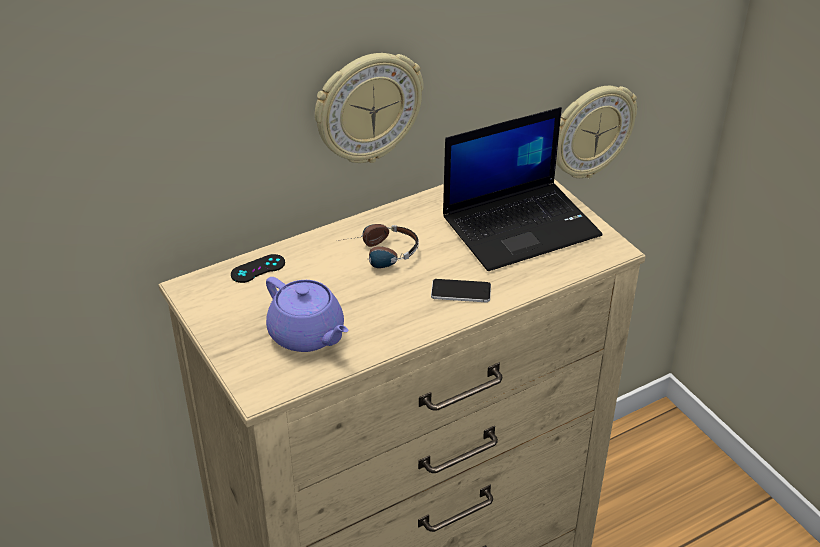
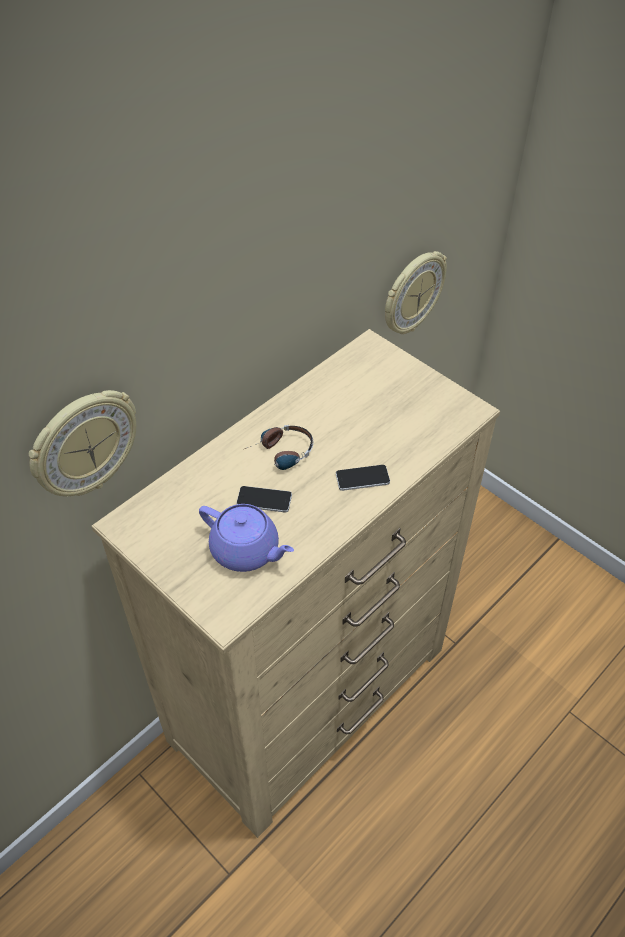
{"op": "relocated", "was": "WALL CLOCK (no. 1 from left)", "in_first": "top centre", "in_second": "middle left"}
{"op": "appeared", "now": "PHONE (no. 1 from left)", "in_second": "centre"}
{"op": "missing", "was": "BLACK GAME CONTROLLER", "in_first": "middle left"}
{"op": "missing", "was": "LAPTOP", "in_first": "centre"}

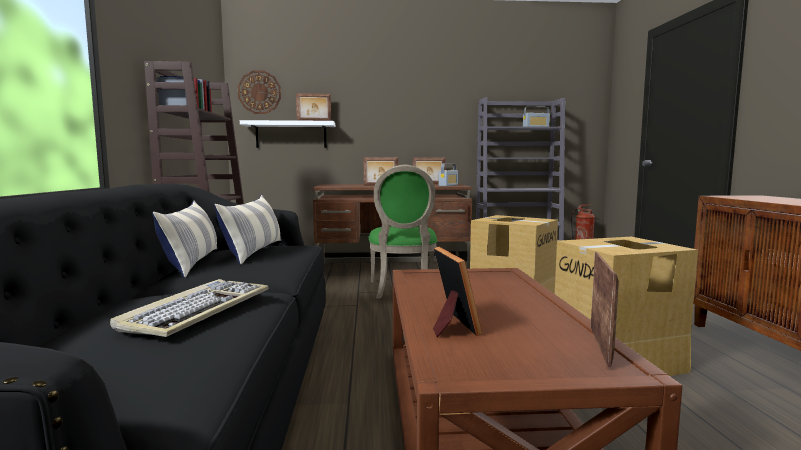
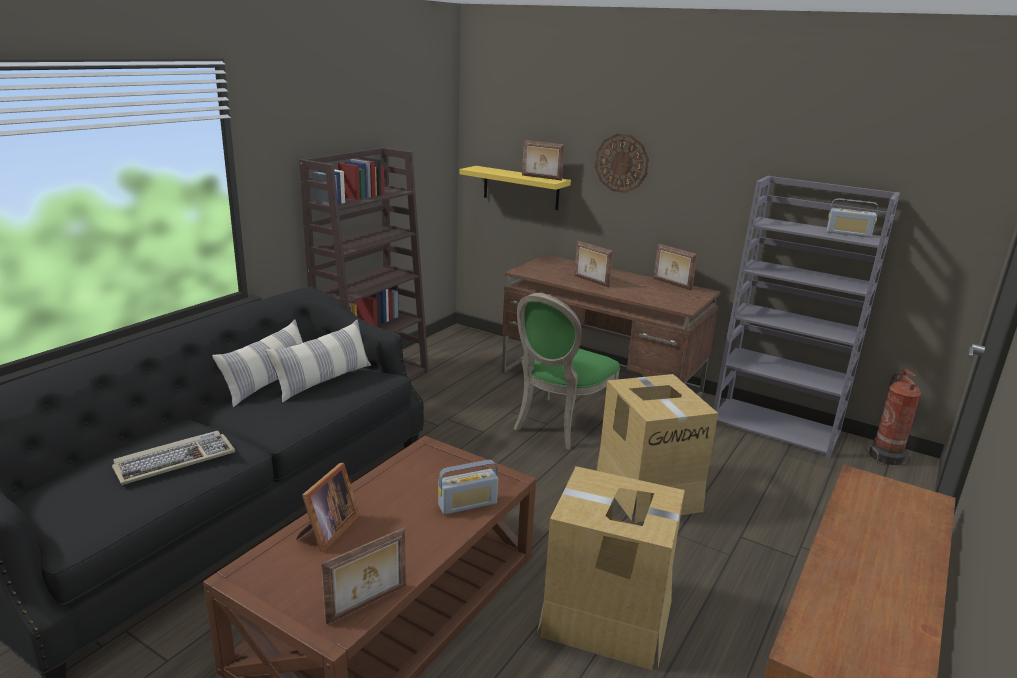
{"op": "relocated", "was": "RADIO (no. 1 from left)", "in_first": "centre", "in_second": "bottom centre"}
{"op": "colour", "was": "WHITE SHELF", "now": "YELLOW SHELF", "in_first": "top centre", "in_second": "top centre"}
{"op": "relocated", "was": "WALL CLOCK", "in_first": "top left", "in_second": "top centre"}

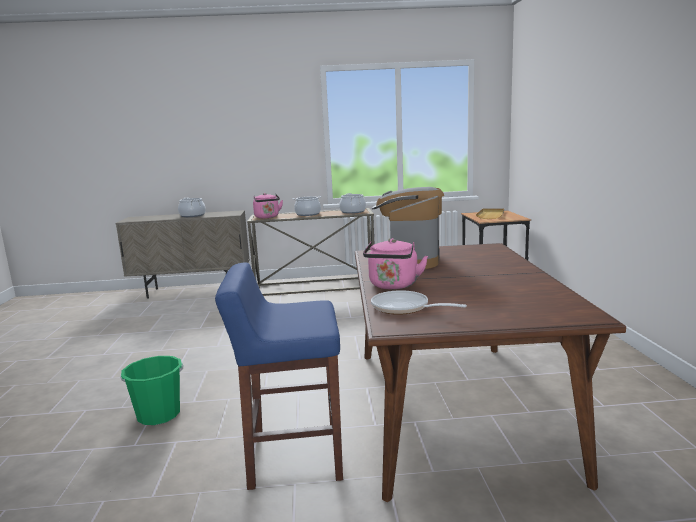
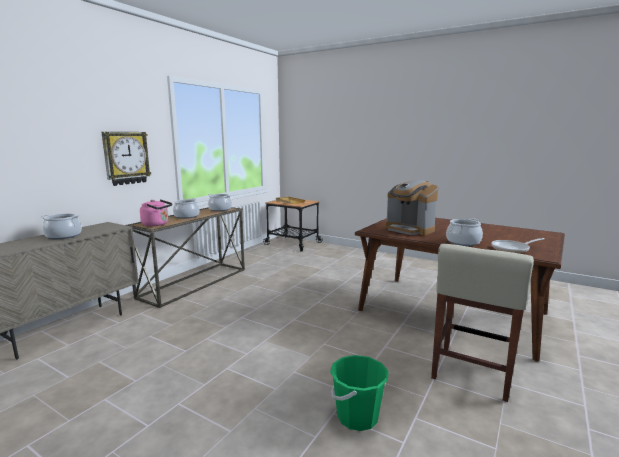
{"op": "appeared", "now": "WALL CLOCK", "in_second": "middle left"}
{"op": "colour", "was": "BLUE STOOL", "now": "BEIGE STOOL", "in_first": "bottom centre", "in_second": "bottom right"}
{"op": "exchanged", "was": "PINK KETTLE (no. 2 from left)", "now": "COOKING POT (no. 4 from left)", "in_first": "centre", "in_second": "middle right"}

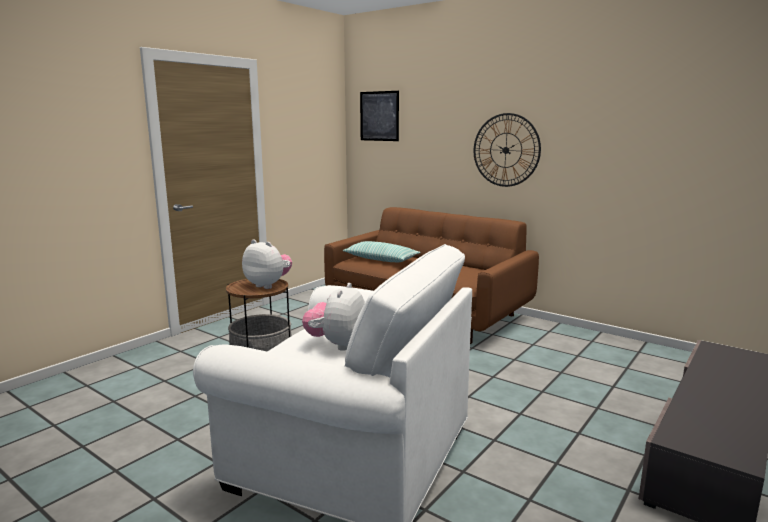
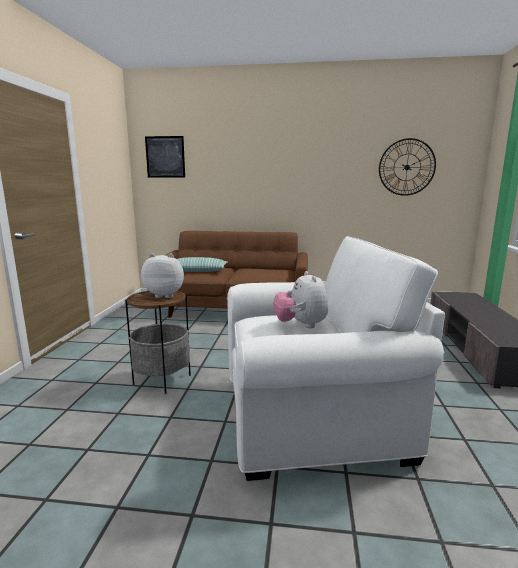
{"op": "relocated", "was": "WALL CLOCK", "in_first": "top centre", "in_second": "top right"}

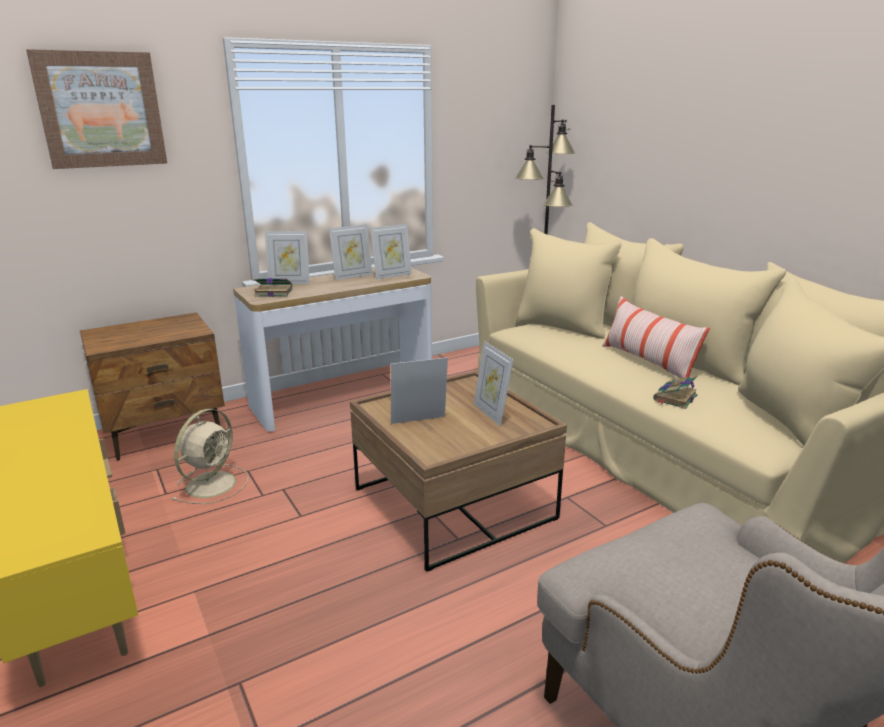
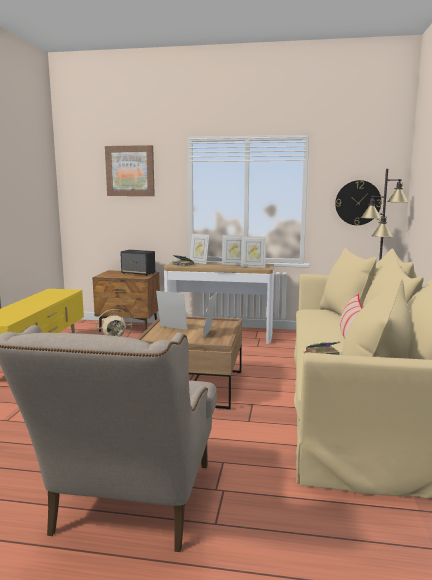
{"op": "appeared", "now": "SPEAKER", "in_second": "middle left"}
{"op": "appeared", "now": "WALL CLOCK", "in_second": "middle right"}

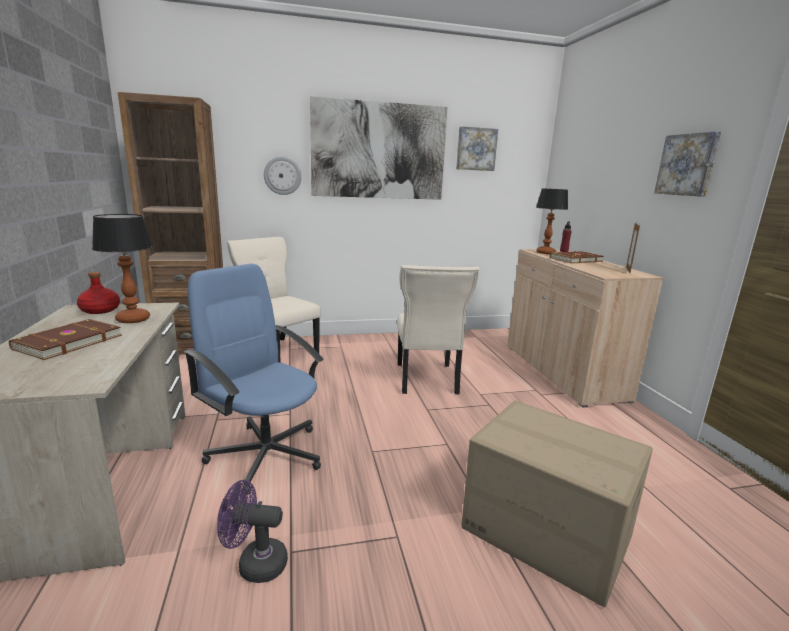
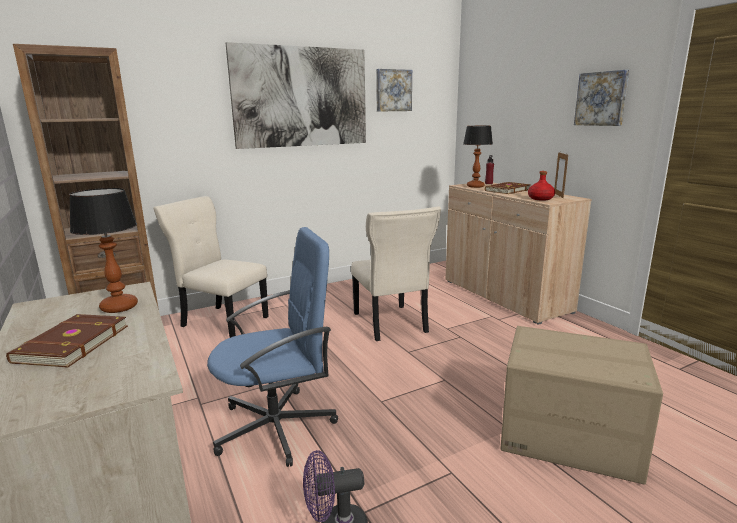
{"op": "spun", "was": "BLUE OFFICE CHAIR", "in_first": "middle left", "in_second": "centre", "clockwise": 135}
{"op": "relocated", "was": "RED BOTTLE (no. 1 from left in the first image)", "now": "RED BOTTLE (no. 2 from left)", "in_first": "middle left", "in_second": "middle right"}
{"op": "missing", "was": "WALL CLOCK", "in_first": "top centre"}

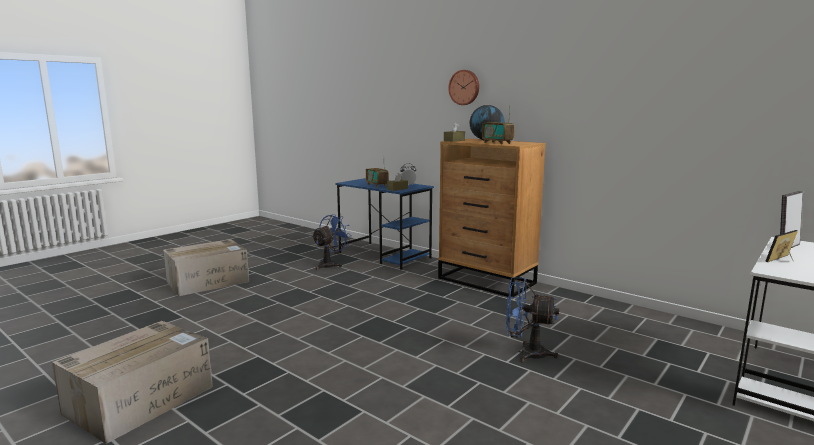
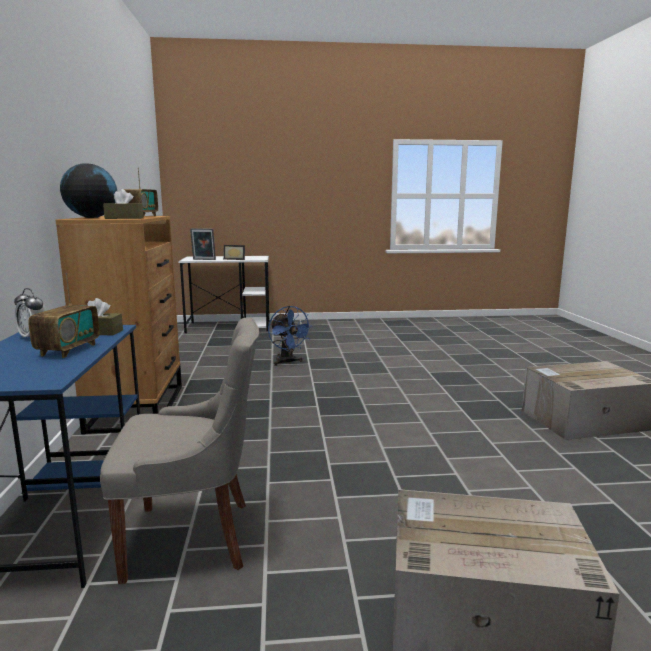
{"op": "exchanged", "was": "BLUE FAN (no. 1 from left)", "now": "GREY CHAIR", "in_first": "centre", "in_second": "bottom left"}
{"op": "missing", "was": "WALL CLOCK", "in_first": "top centre"}

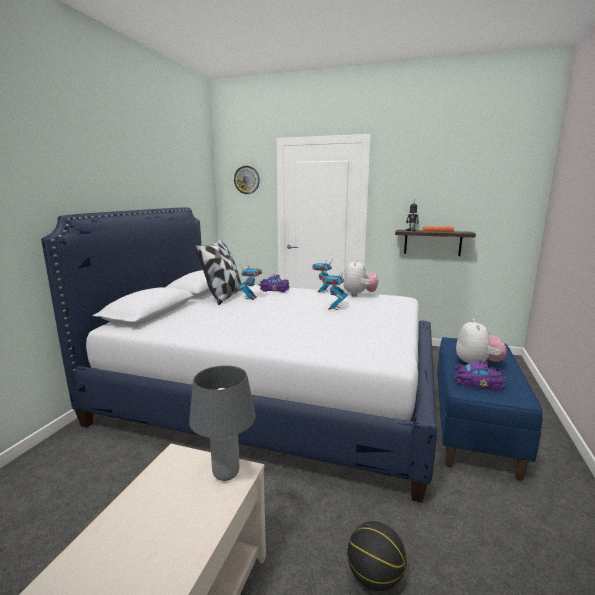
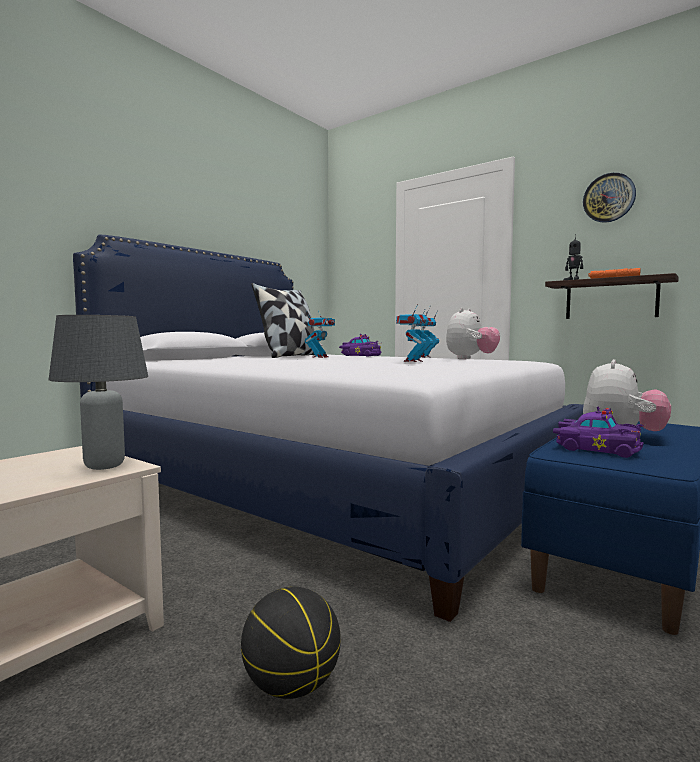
{"op": "relocated", "was": "WALL CLOCK", "in_first": "top centre", "in_second": "top right"}

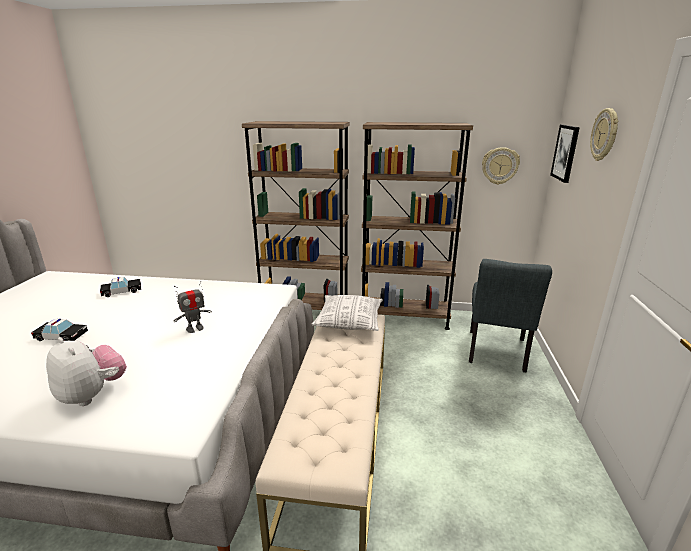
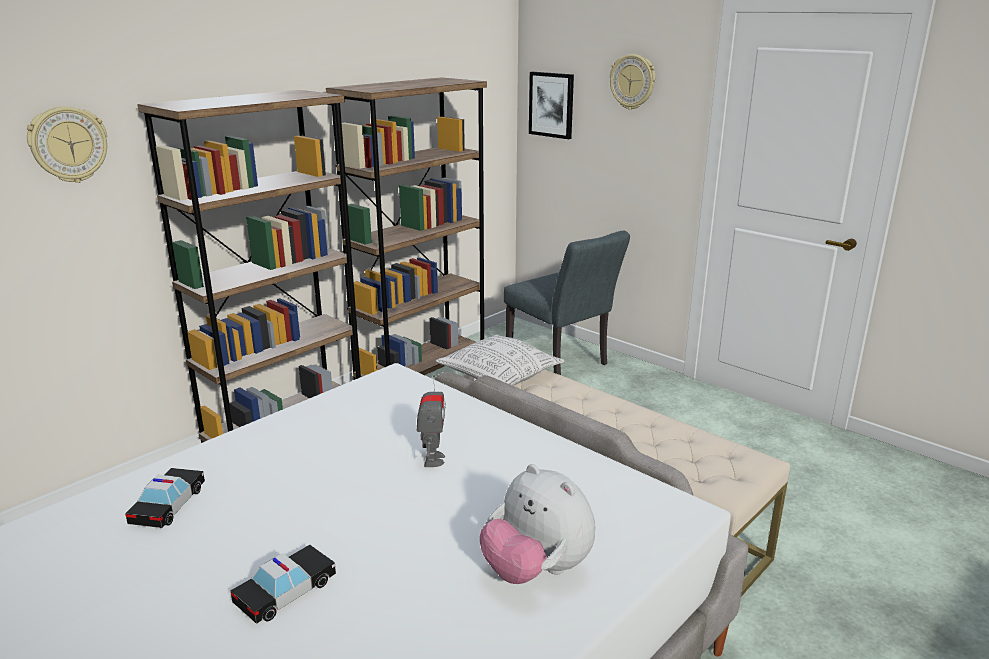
{"op": "relocated", "was": "WALL CLOCK (no. 1 from left)", "in_first": "top right", "in_second": "top left"}
{"op": "spun", "was": "PLUSH TOY", "in_first": "bottom left", "in_second": "bottom centre", "clockwise": -120}

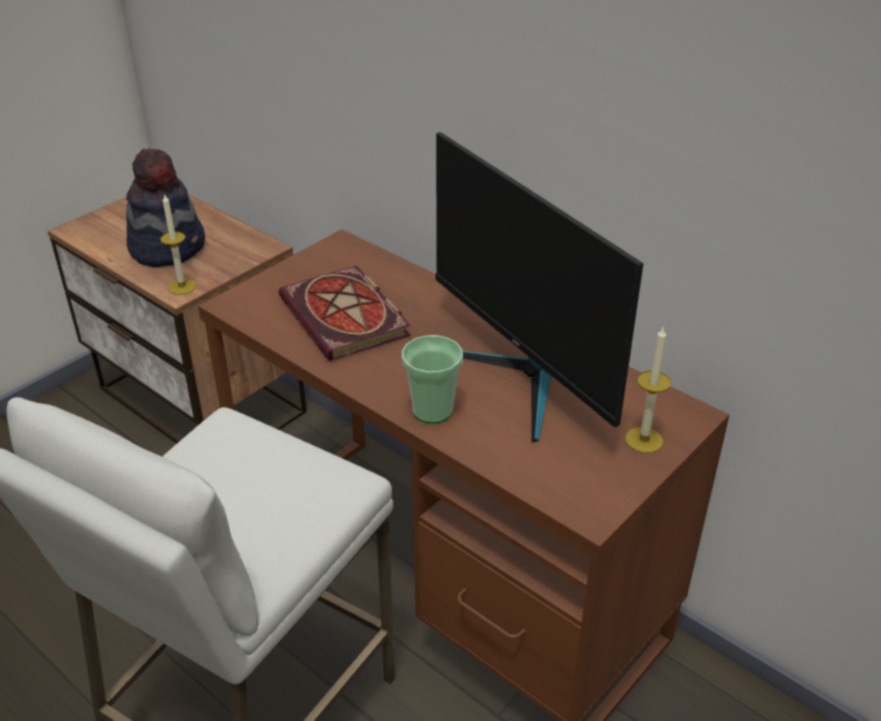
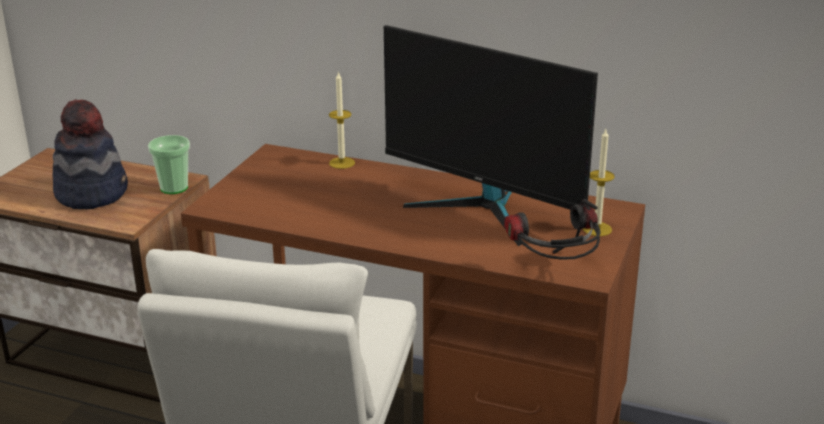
{"op": "relocated", "was": "CUP", "in_first": "centre", "in_second": "middle left"}
{"op": "relocated", "was": "CANDLE (no. 1 from left)", "in_first": "middle left", "in_second": "top centre"}
{"op": "appeared", "now": "HEADPHONES", "in_second": "middle right"}
{"op": "missing", "was": "BOOK", "in_first": "centre"}

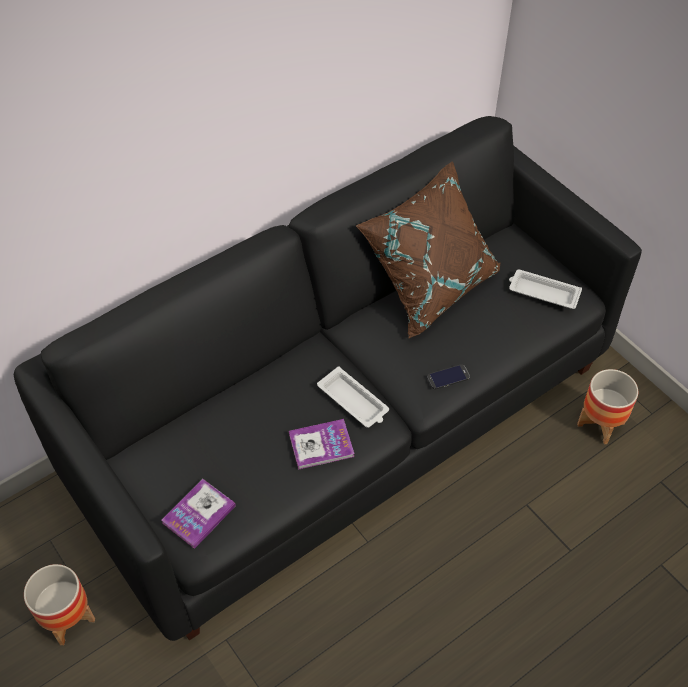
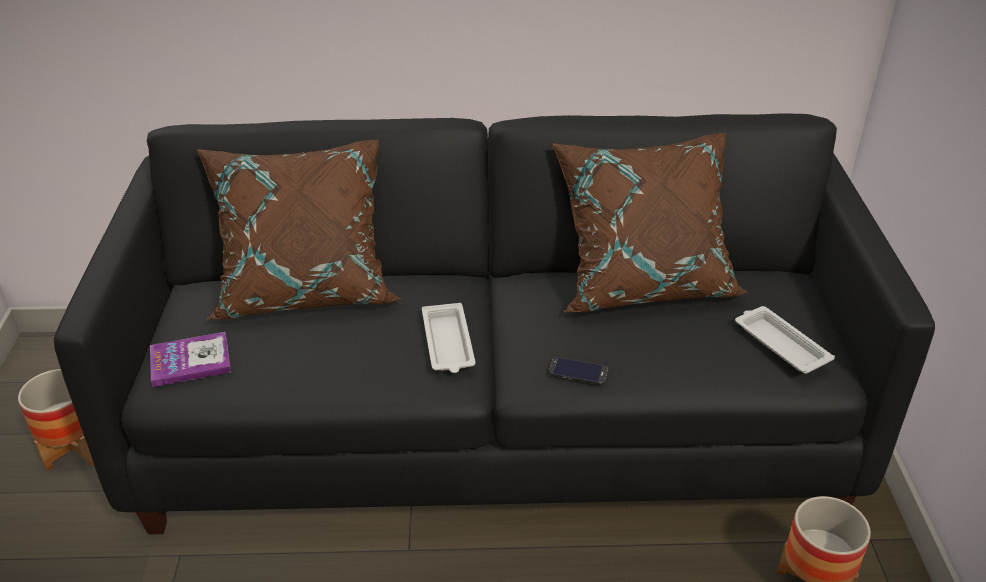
{"op": "appeared", "now": "BROWN PILLOW (no. 1 from left)", "in_second": "middle left"}
{"op": "missing", "was": "BOOK (no. 2 from left)", "in_first": "centre"}

